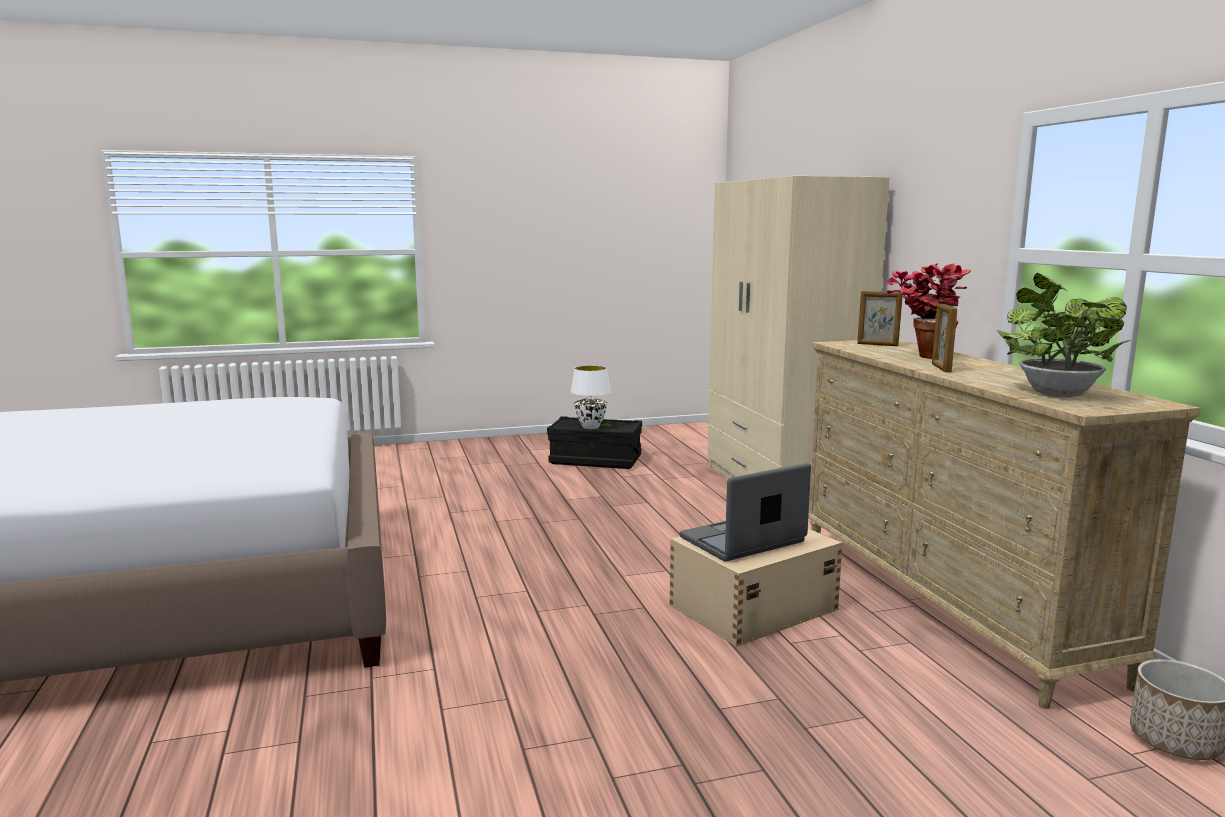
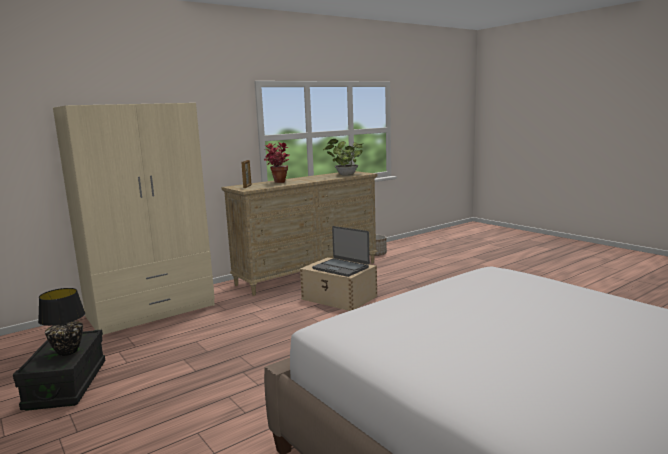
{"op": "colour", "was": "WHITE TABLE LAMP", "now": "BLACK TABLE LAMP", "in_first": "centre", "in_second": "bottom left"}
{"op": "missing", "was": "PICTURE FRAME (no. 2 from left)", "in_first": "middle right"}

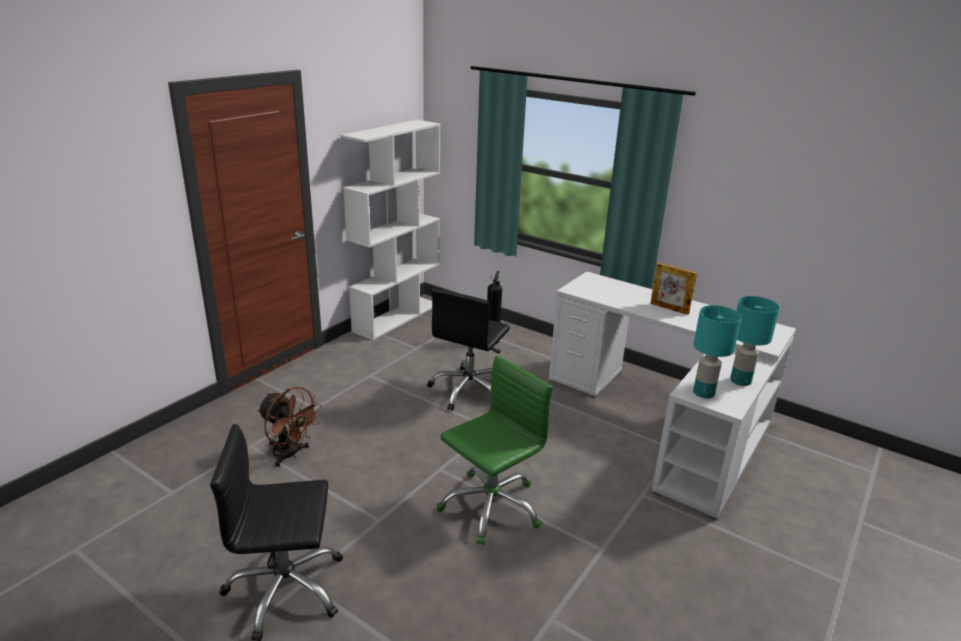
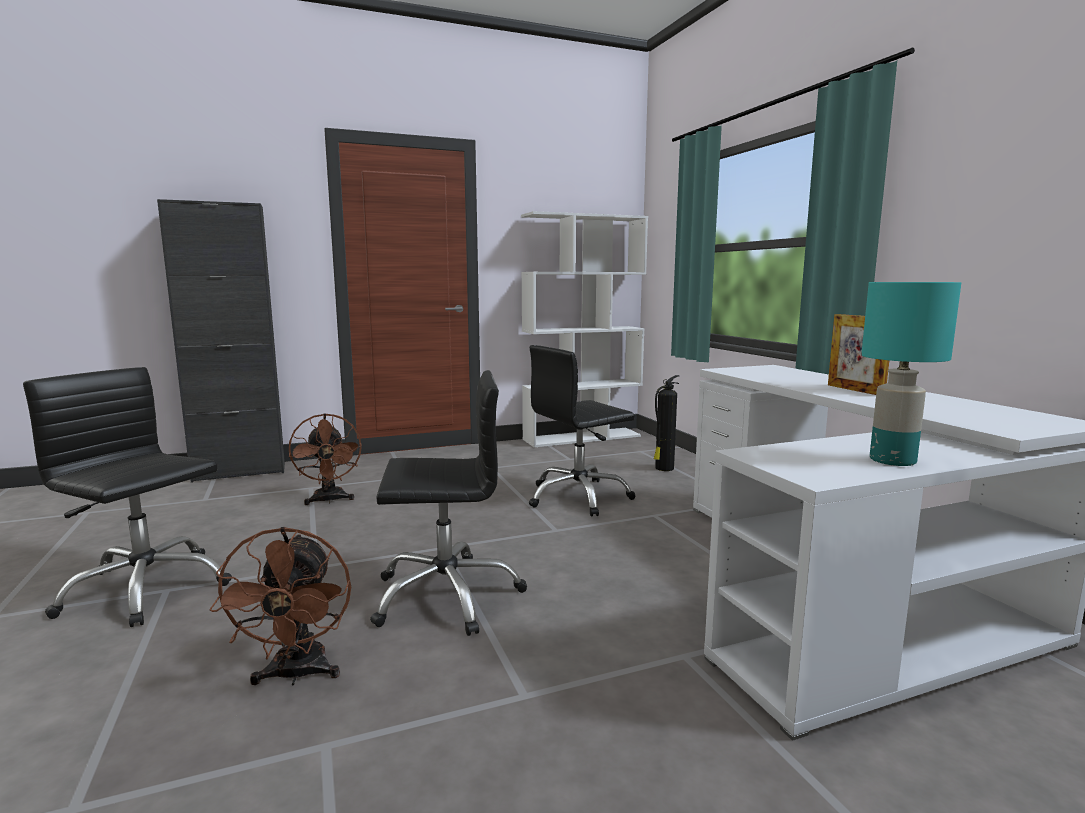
{"op": "appeared", "now": "BLACK CABINET", "in_second": "middle left"}
{"op": "appeared", "now": "BROWN FAN (no. 1 from left)", "in_second": "bottom left"}
{"op": "colour", "was": "GREEN OFFICE CHAIR", "now": "BLACK OFFICE CHAIR (no. 2 from left)", "in_first": "bottom centre", "in_second": "centre"}
{"op": "missing", "was": "TURQUOISE TABLE LAMP (no. 1 from left)", "in_first": "middle right"}

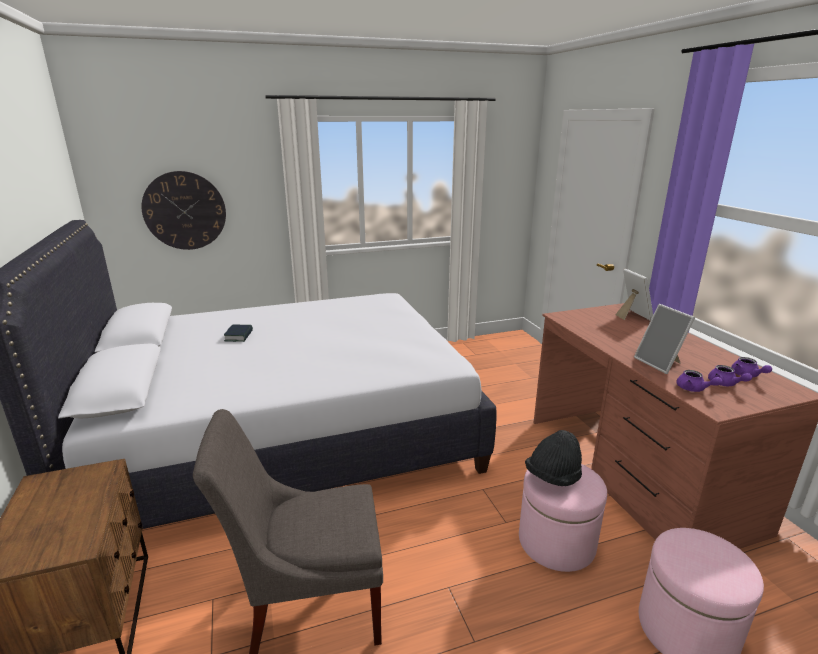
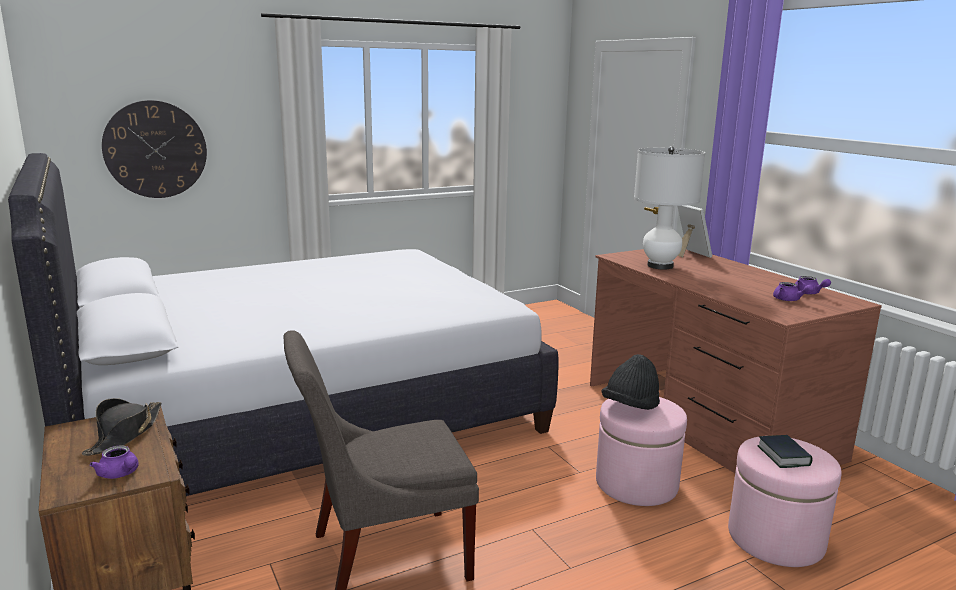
{"op": "appeared", "now": "BLACK HAT (no. 1 from left)", "in_second": "bottom left"}
{"op": "relocated", "was": "PURPLE TEAPOT (no. 1 from left)", "in_first": "middle right", "in_second": "bottom left"}
{"op": "appeared", "now": "WHITE TABLE LAMP", "in_second": "middle right"}
{"op": "relocated", "was": "BOOK", "in_first": "middle left", "in_second": "bottom right"}
{"op": "missing", "was": "PICTURE FRAME (no. 2 from left)", "in_first": "middle right"}

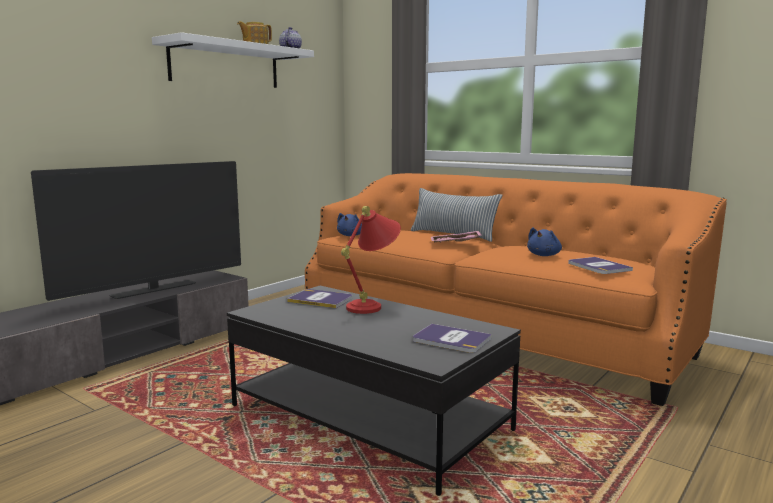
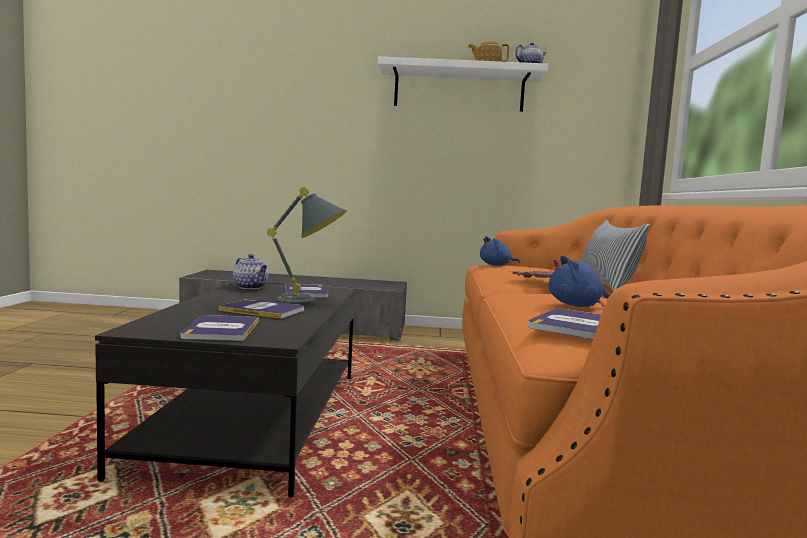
{"op": "appeared", "now": "BOOK (no. 2 from left)", "in_second": "middle left"}
{"op": "appeared", "now": "TEAPOT (no. 1 from left)", "in_second": "middle left"}
{"op": "colour", "was": "RED TABLE LAMP", "now": "GREY TABLE LAMP", "in_first": "centre", "in_second": "centre"}
{"op": "missing", "was": "TELEVISION", "in_first": "middle left"}

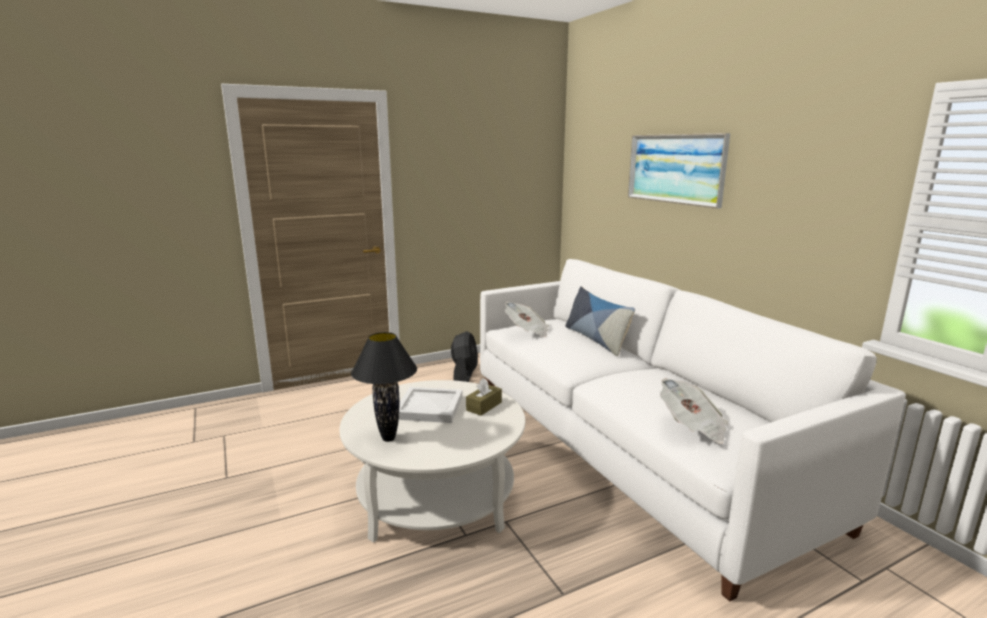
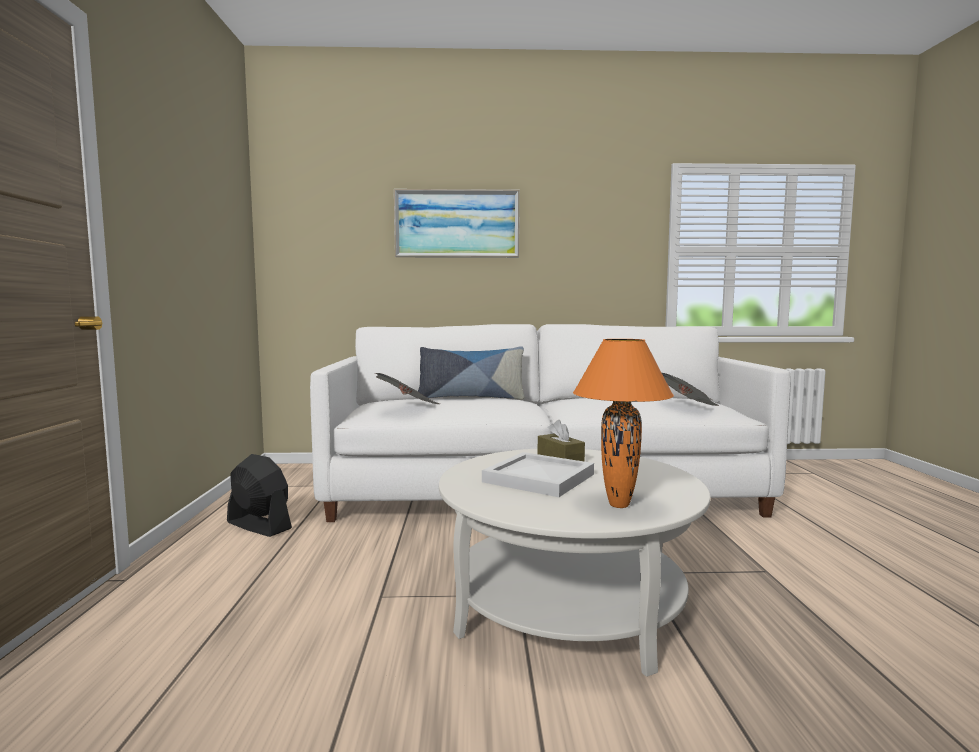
{"op": "colour", "was": "BLACK TABLE LAMP", "now": "ORANGE TABLE LAMP", "in_first": "centre", "in_second": "centre"}

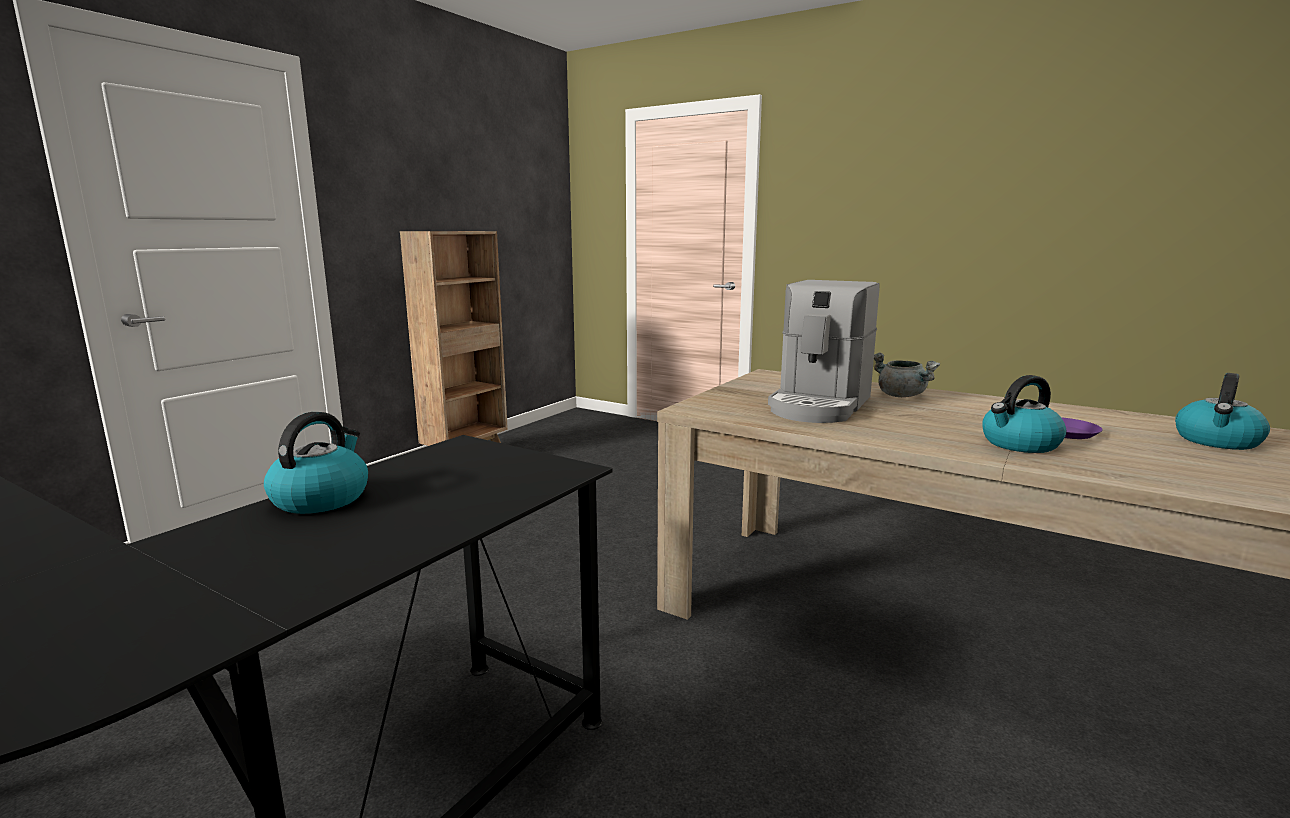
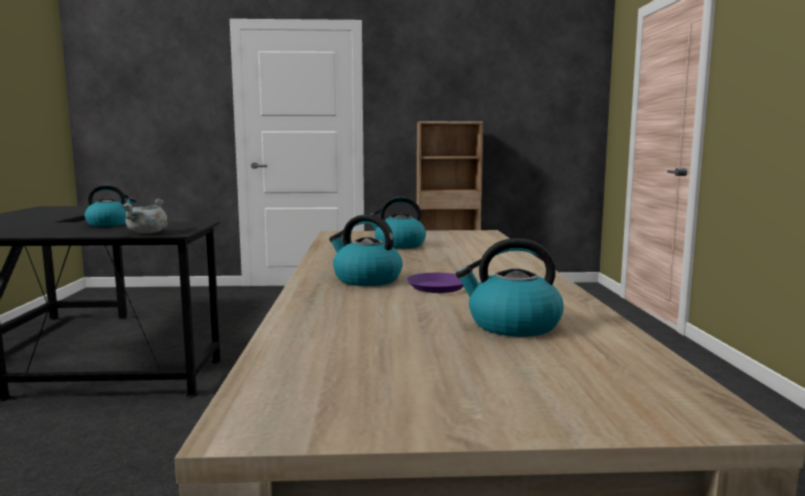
{"op": "relocated", "was": "GREY COOKING POT", "in_first": "middle right", "in_second": "middle left"}
{"op": "exchanged", "was": "COFFEE MACHINE", "now": "KETTLE (no. 3 from left)", "in_first": "centre", "in_second": "centre"}

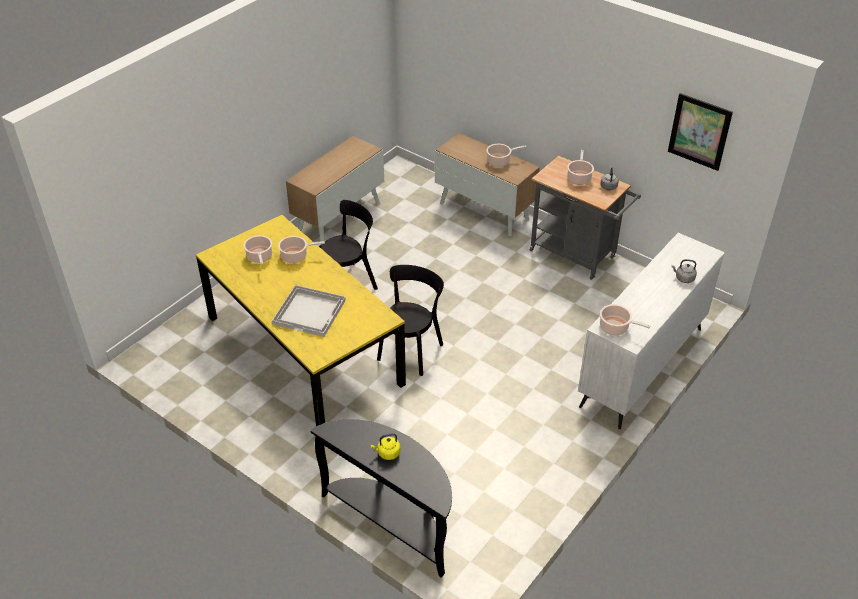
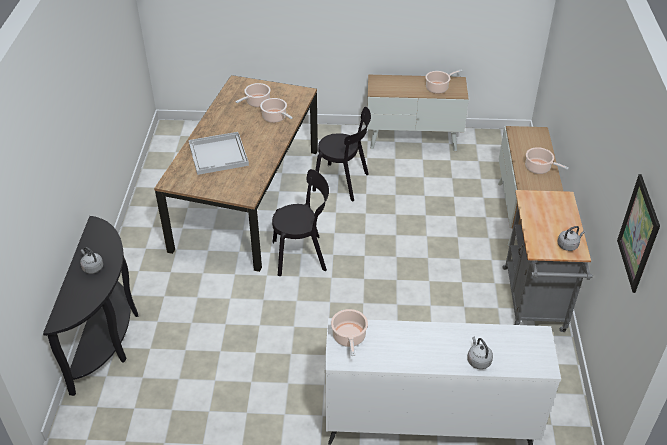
{"op": "colour", "was": "YELLOW KETTLE", "now": "GREY KETTLE (no. 1 from left)", "in_first": "bottom centre", "in_second": "middle left"}
{"op": "colour", "was": "YELLOW DINING TABLE", "now": "BROWN DINING TABLE", "in_first": "centre", "in_second": "centre"}
{"op": "relocated", "was": "COOKING POT (no. 4 from left)", "in_first": "top right", "in_second": "top centre"}

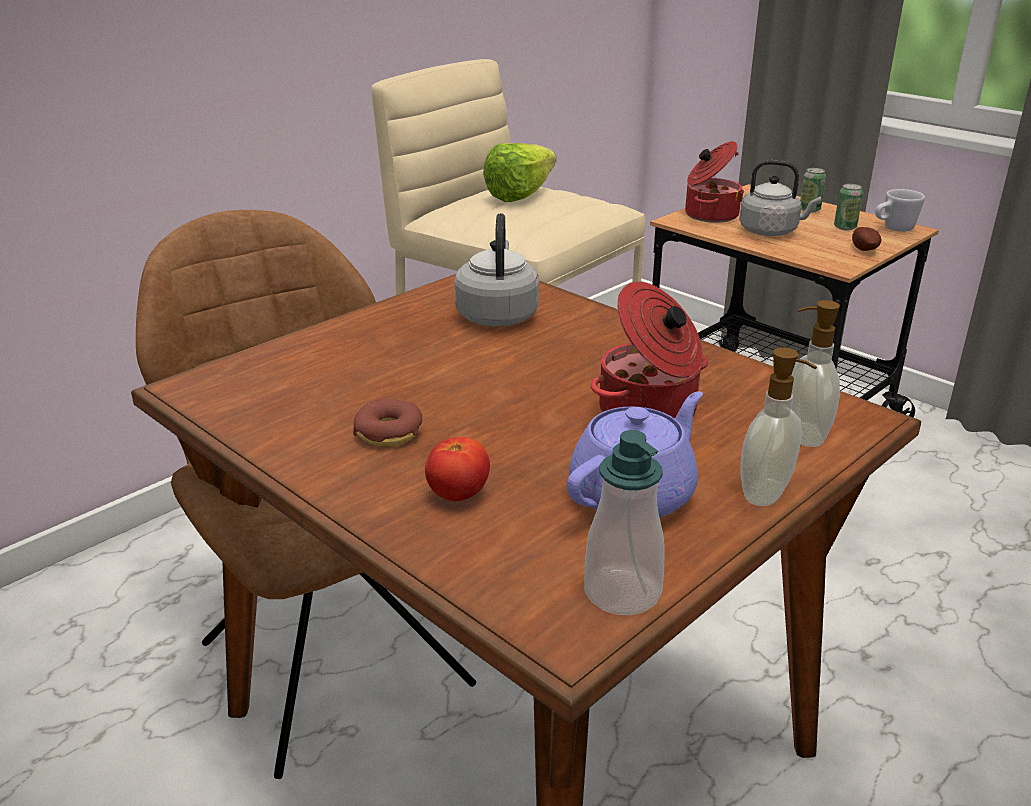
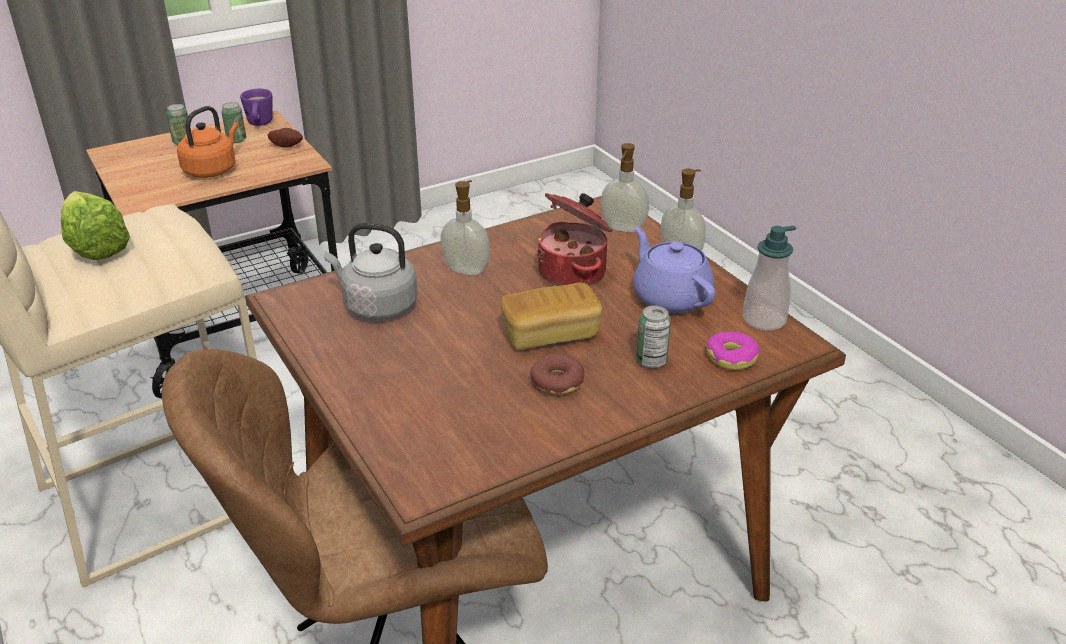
{"op": "colour", "was": "GREY KETTLE (no. 2 from left)", "now": "ORANGE KETTLE", "in_first": "top right", "in_second": "top left"}
{"op": "colour", "was": "WHITE MUG", "now": "PURPLE MUG", "in_first": "top right", "in_second": "top left"}
{"op": "appeared", "now": "SOAP DISPENSER (no. 1 from left)", "in_second": "centre"}
{"op": "appeared", "now": "BREAD", "in_second": "centre"}
{"op": "exchanged", "was": "TOMATO", "now": "CAN (no. 3 from left)", "in_first": "centre", "in_second": "centre"}
{"op": "appeared", "now": "DONUT (no. 2 from left)", "in_second": "middle right"}
{"op": "missing", "was": "COOKING POT (no. 2 from left)", "in_first": "top right"}

